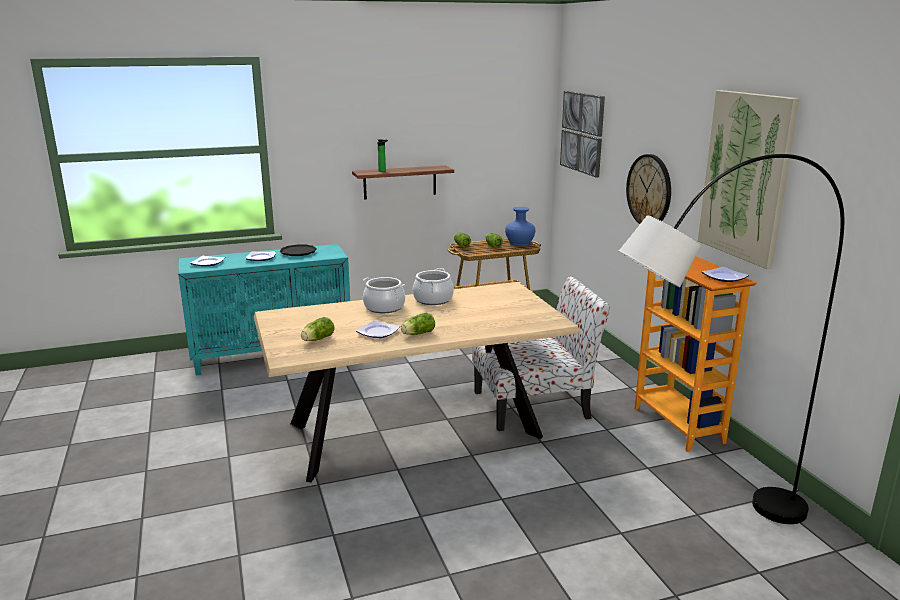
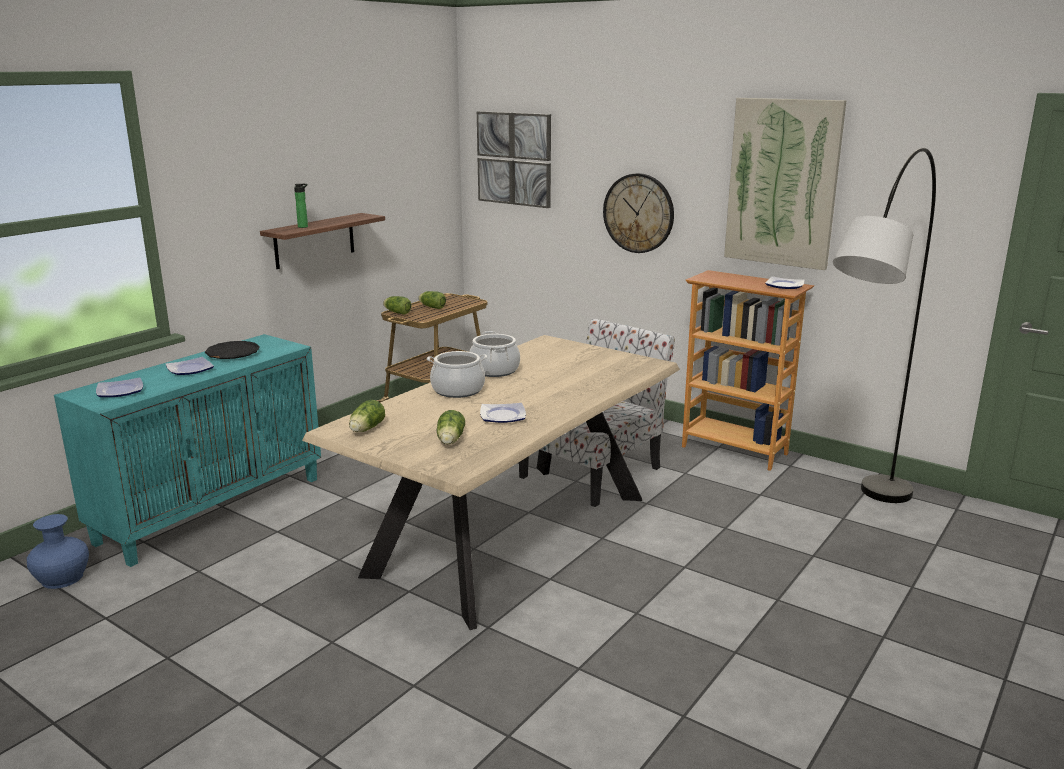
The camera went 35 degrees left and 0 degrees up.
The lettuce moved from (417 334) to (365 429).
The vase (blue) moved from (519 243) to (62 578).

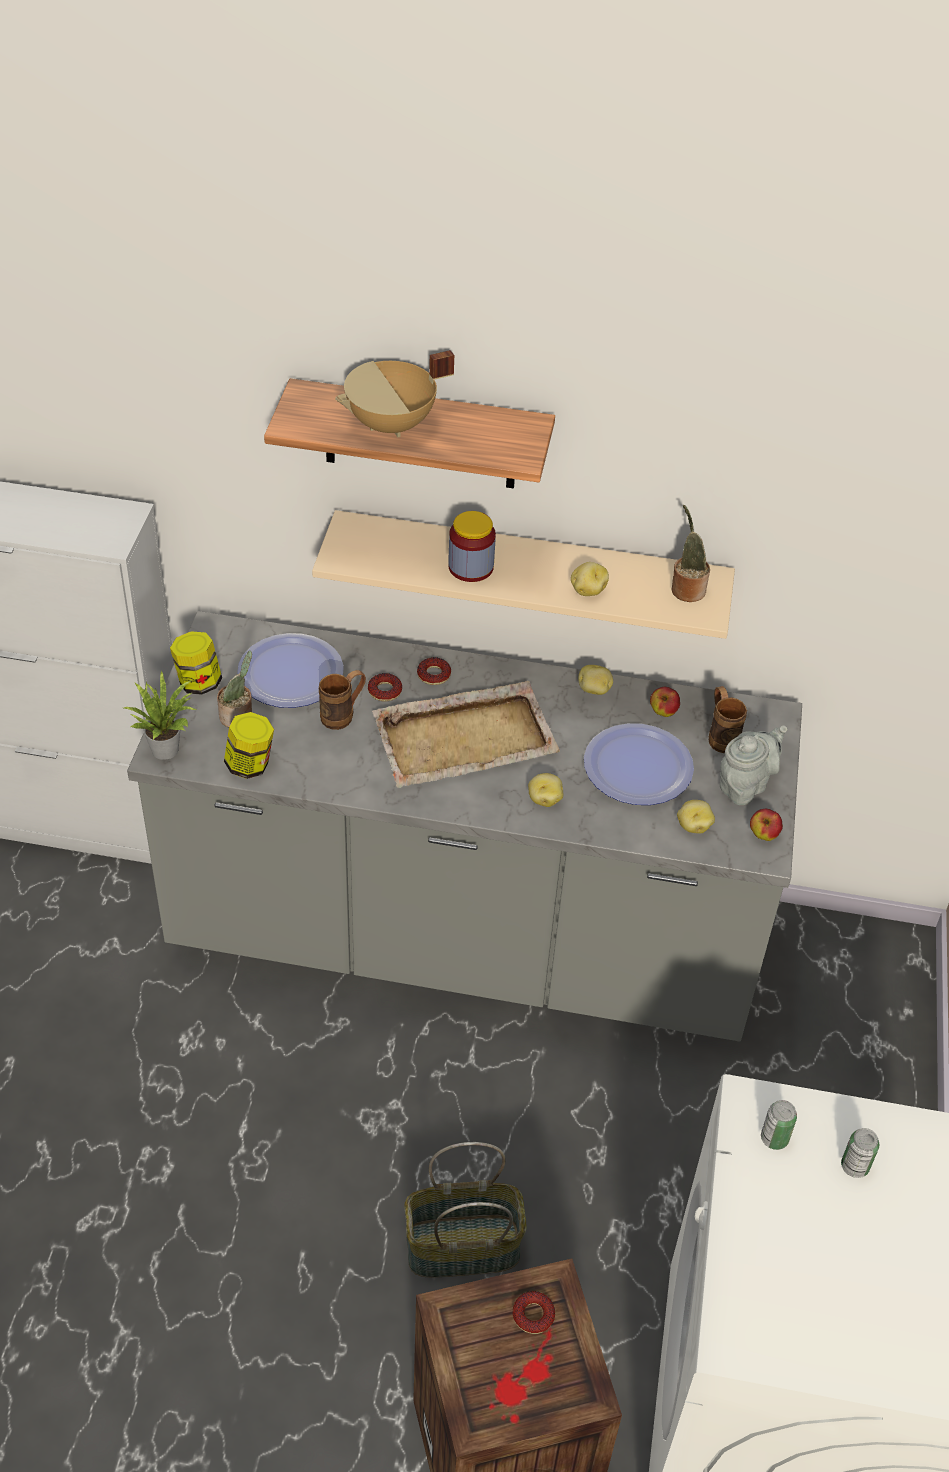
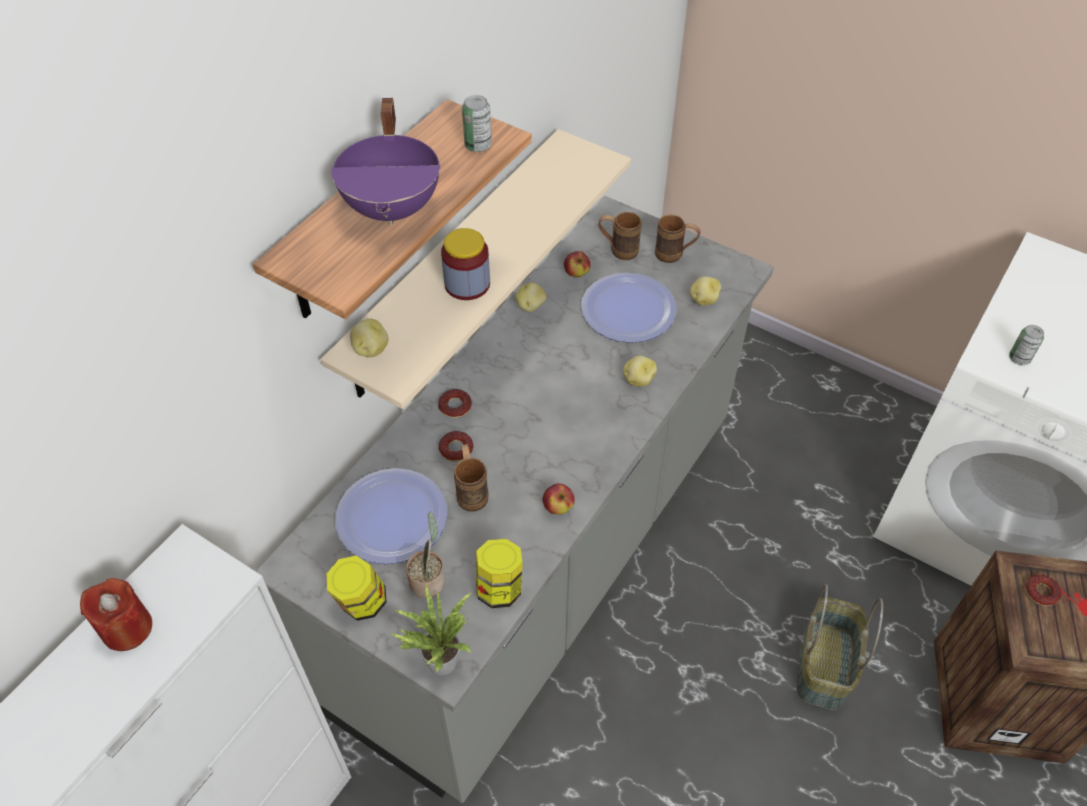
The camera went 65 degrees left and 5 degrees up.
The cooking pot (beige) at (391 426) became the cooking pot (purple) at (394 208).
The tray (beige) at (466 738) disappeared.
The potato moved from (587 590) to (370 349).
The potted plant at (686 589) disappeared.
The teapot (grey) at (745 785) was replaced by the mug (brown) at (674 256).
The apple moved from (763 835) to (558 507).
The can moved from (854 1166) to (478 145).
The candle (red) at (127 628) appeared.

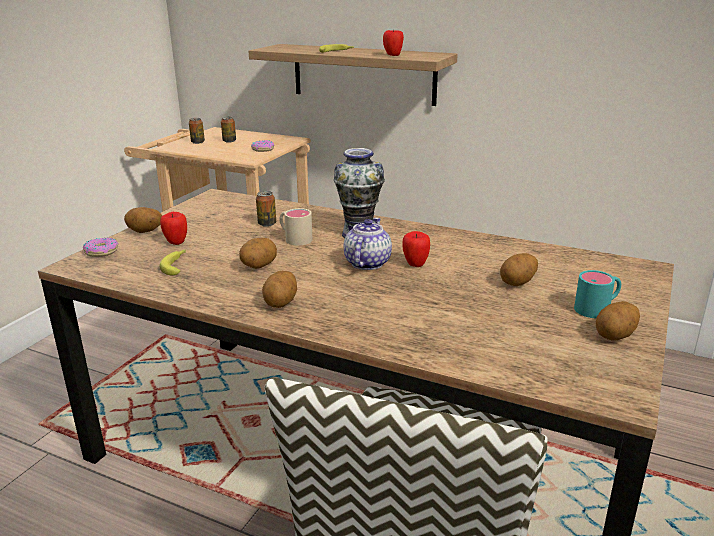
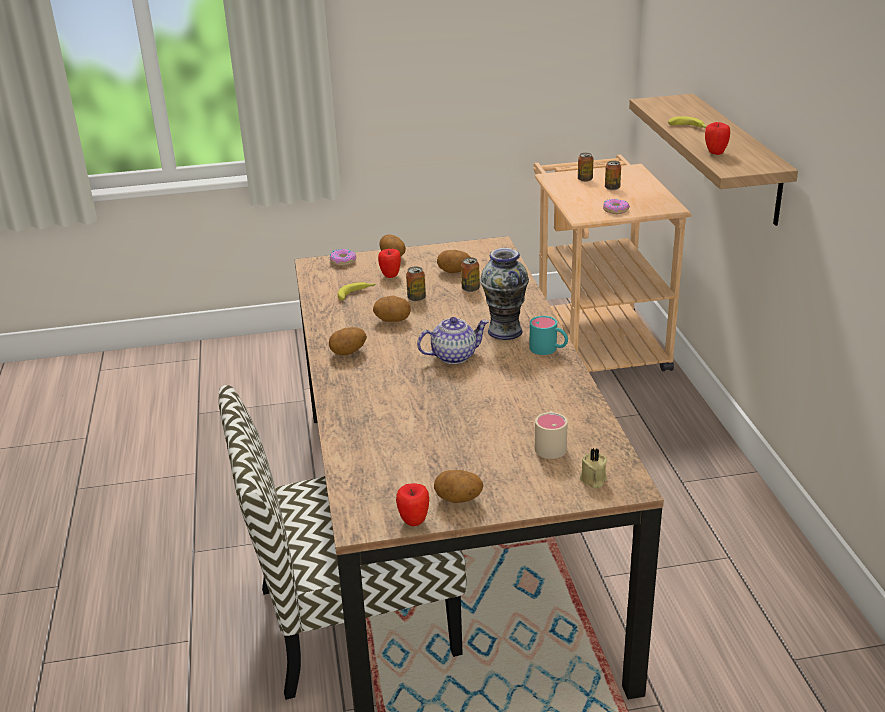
The camera went 55 degrees right and 5 degrees up.
The mug (beige) moved from (294 238) to (550 444).
The apple moved from (415 264) to (414 521).
The potato moved from (518 283) to (454 272).
The mug (turquoise) moved from (598 308) to (549 349).
The can at (416 298) appeared.
The candle (beige) at (593 480) appeared.

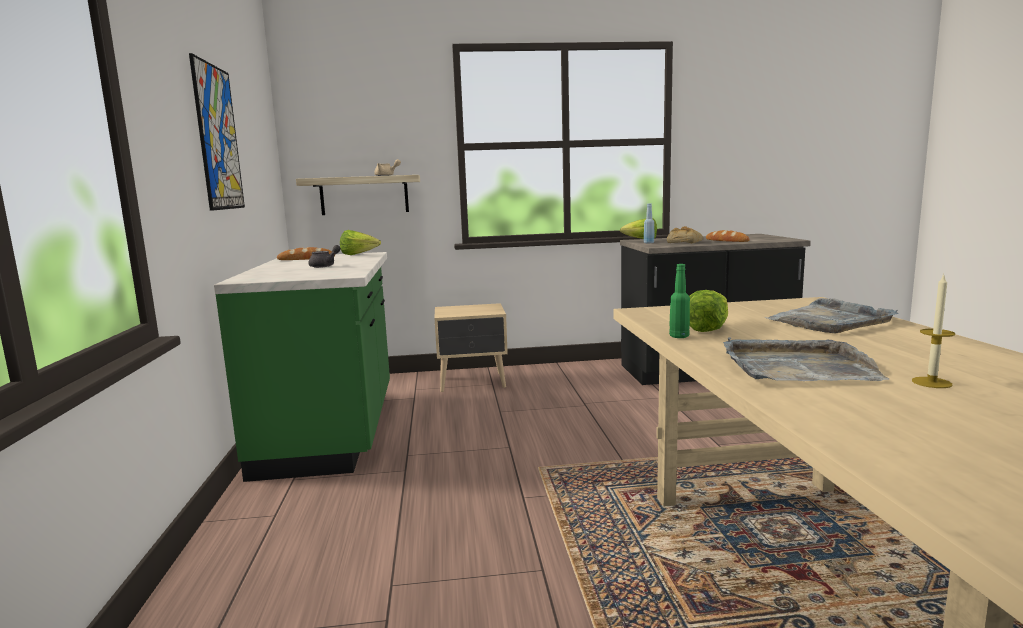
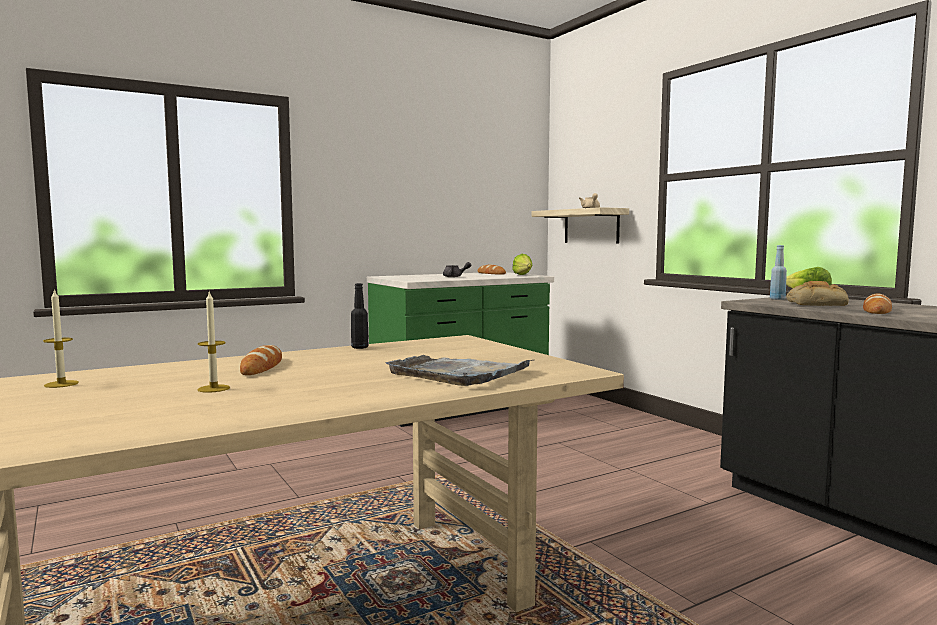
The camera went 65 degrees right and 5 degrees down.
The picture at (218 138) disappeared.
The nightstand (beige) at (473 383) disappeared.
The bottle (green) at (679 336) became the bottle (black) at (360 347).
The lettuce at (707 328) disappeared.
The tray (grey) at (796 367) was replaced by the bread at (262 366).
The candle at (61 384) appeared.

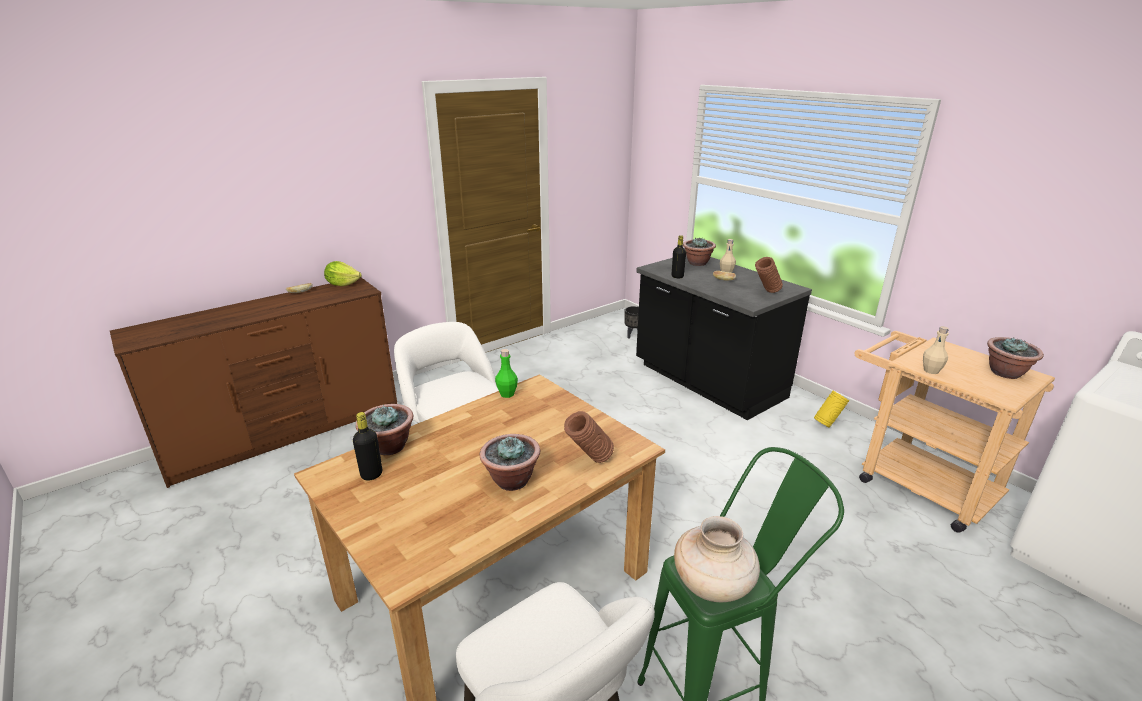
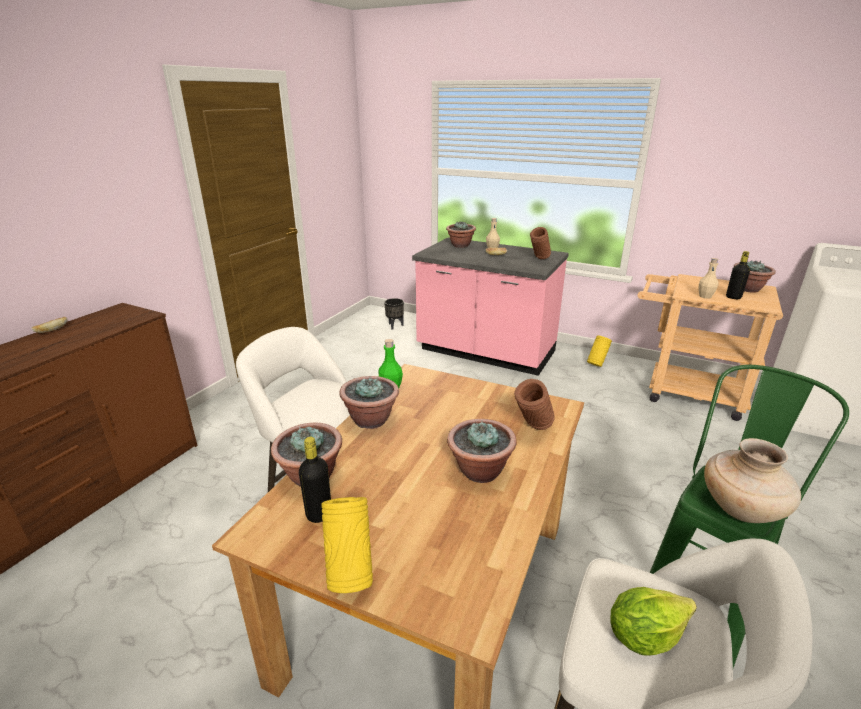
The camera went 25 degrees left and 0 degrees up.
The lettuce moved from (343 284) to (644 635).
The counter (black) at (707 382) became the counter (pink) at (485 352).
The bottle (black) moved from (677 276) to (733 297).
The vase (yellow) at (350 574) appeared.
The potted plant at (371 420) appeared.

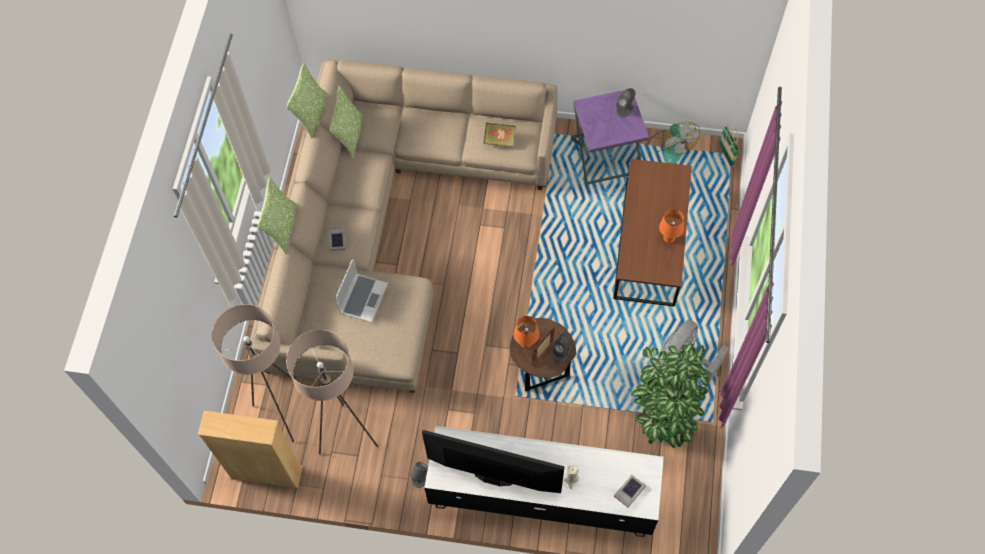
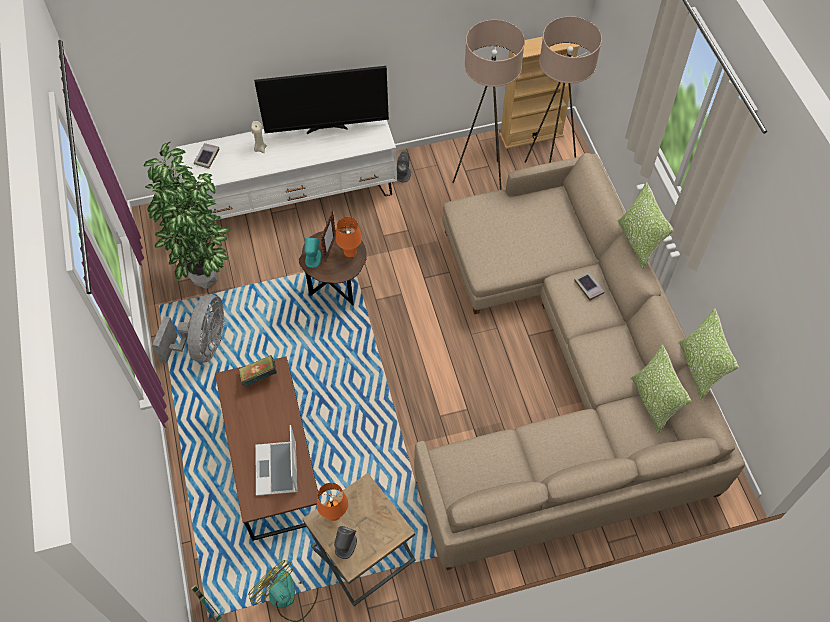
The camera went 155 degrees right and 5 degrees down.
The laptop moved from (363 298) to (277 469).
The book moved from (499 140) to (259 376).
The speaker (grey) at (561 351) became the speaker (turquoise) at (313 258).
The side table (purple) at (606 155) became the side table (brown) at (363 553).
The table lamp (orange) moved from (668 239) to (334 514).

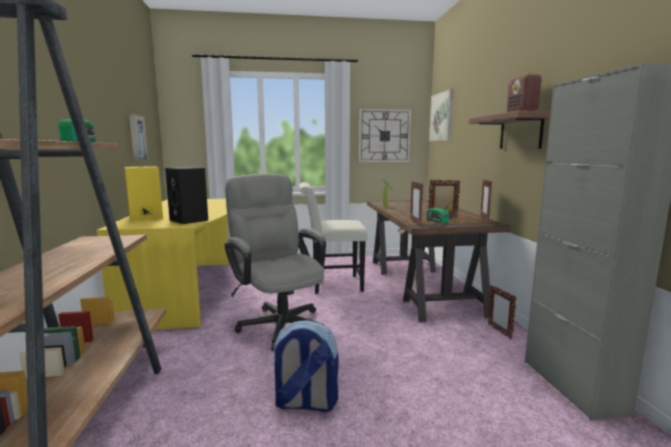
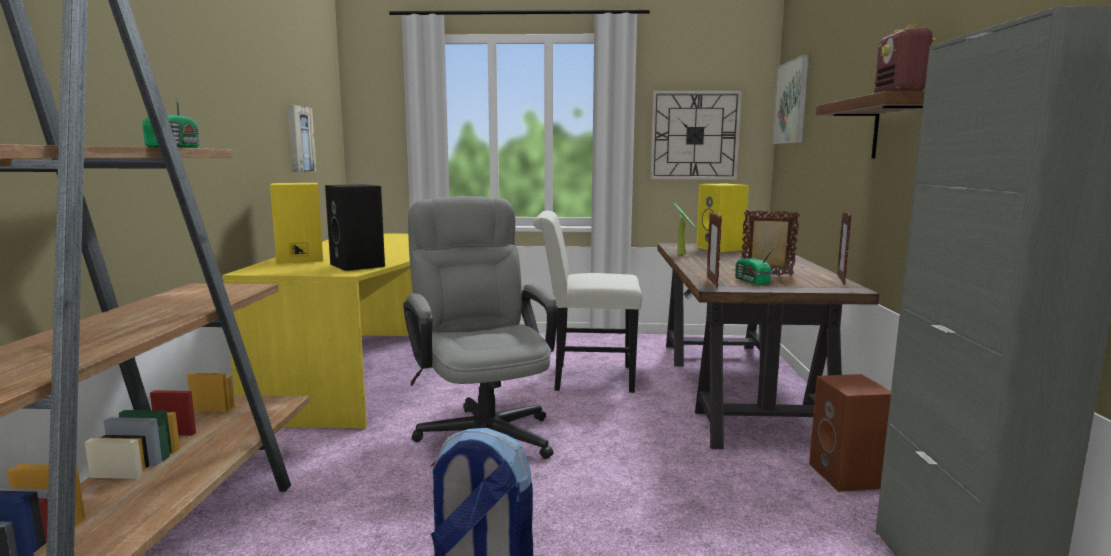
The camera went 10 degrees right and 0 degrees up.
The picture frame at (499 331) was replaced by the speaker (brown) at (848 476).
The speaker (yellow) at (721 248) appeared.

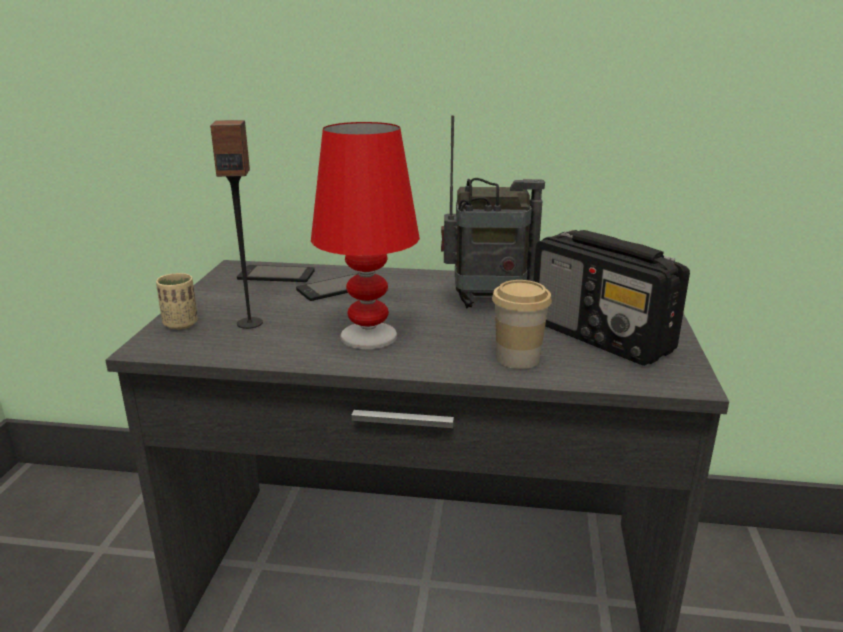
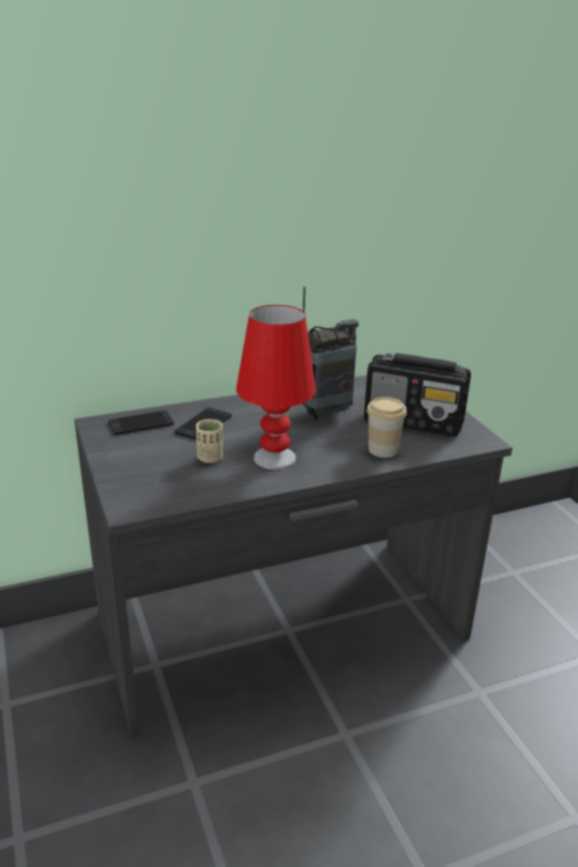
The camera went 30 degrees left and 5 degrees up.
The cup (beige) moved from (181 324) to (210 458).
The speaker at (250 323) disappeared.

